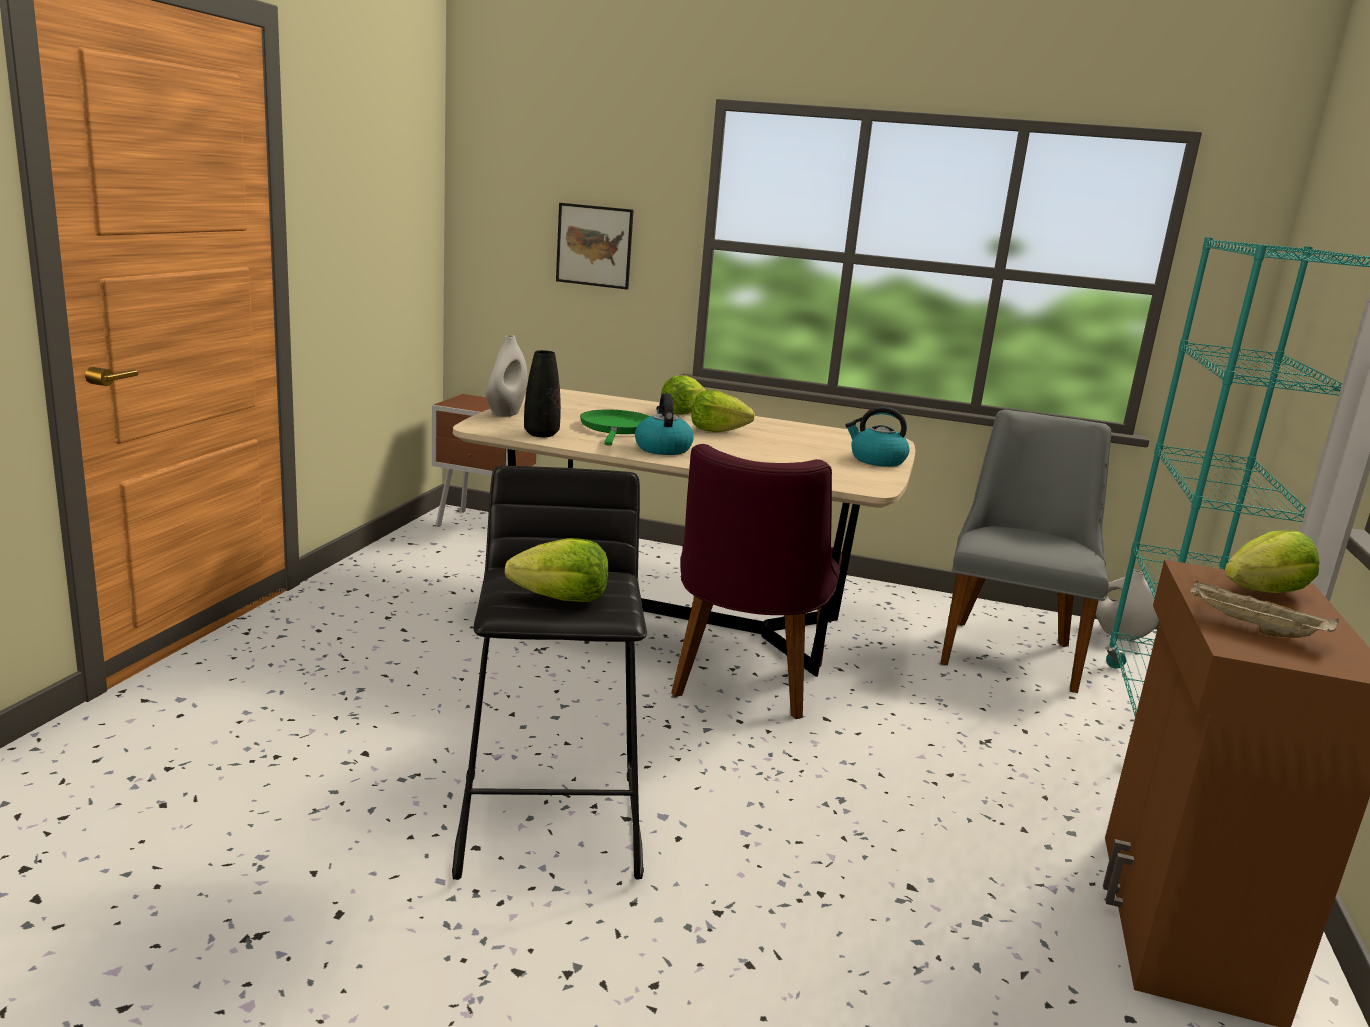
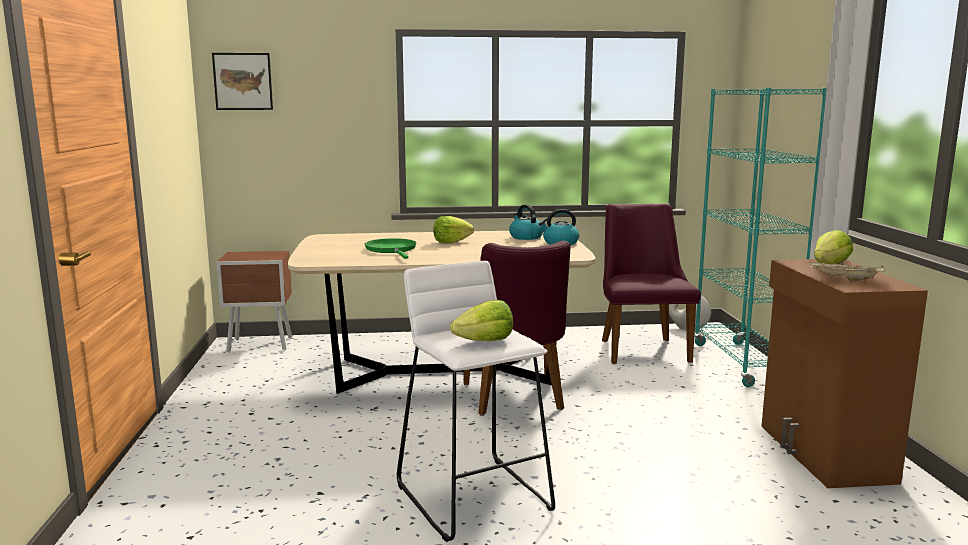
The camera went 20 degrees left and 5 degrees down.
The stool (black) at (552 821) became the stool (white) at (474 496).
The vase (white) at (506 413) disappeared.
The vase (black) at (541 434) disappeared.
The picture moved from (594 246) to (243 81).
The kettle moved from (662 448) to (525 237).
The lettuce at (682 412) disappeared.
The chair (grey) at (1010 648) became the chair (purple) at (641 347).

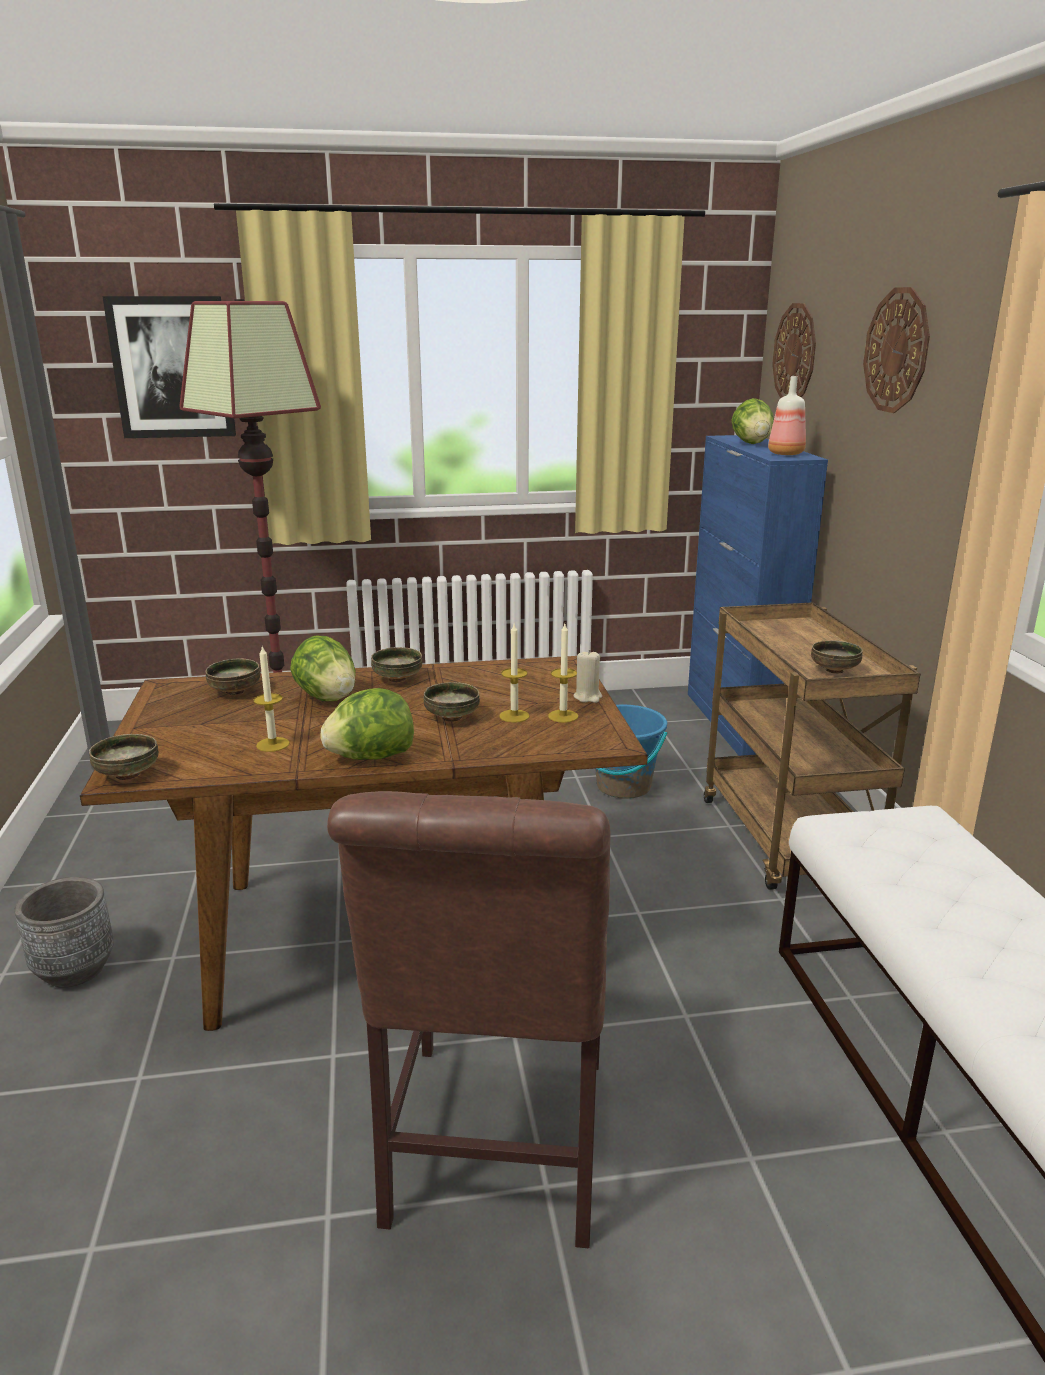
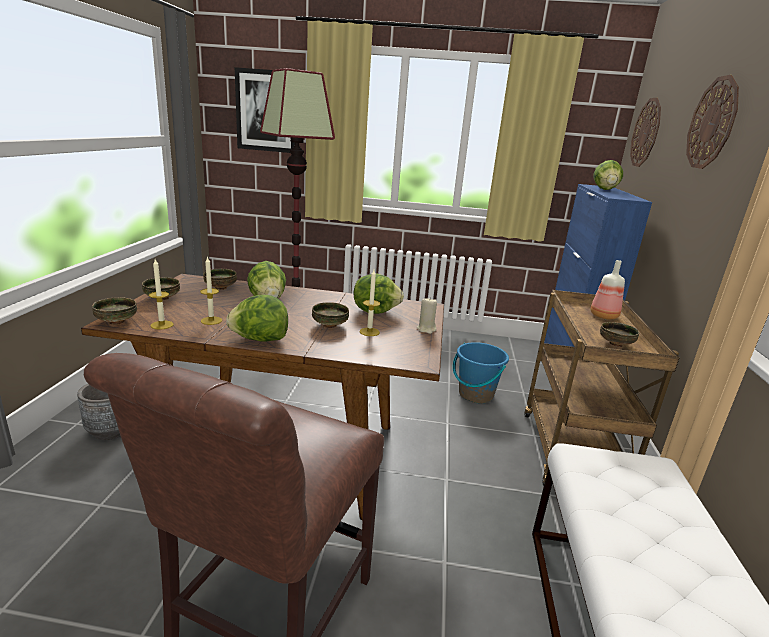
The camera went 15 degrees right and 0 degrees up.
The bowl moved from (397 679) to (162 298).
The candle moved from (563 716) to (162 325).
The bottle moved from (785 454) to (603 316).
The lettuce at (375 311) appeared.

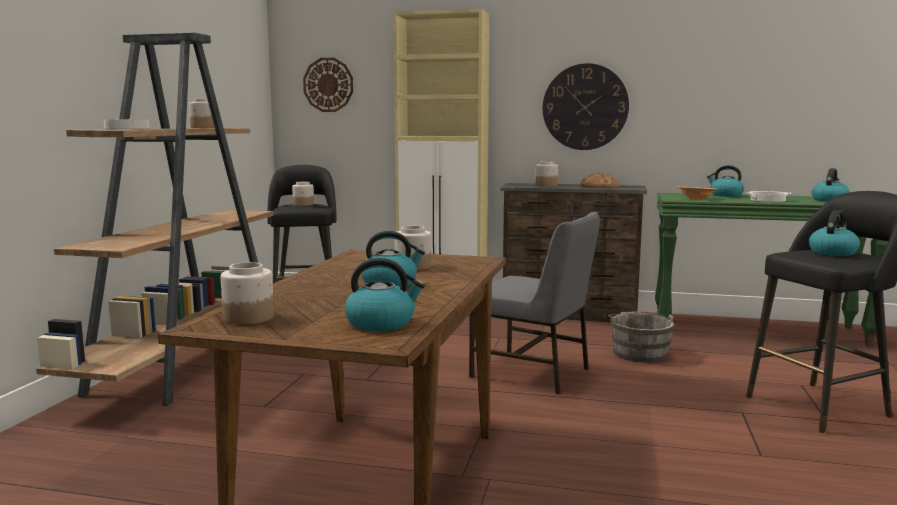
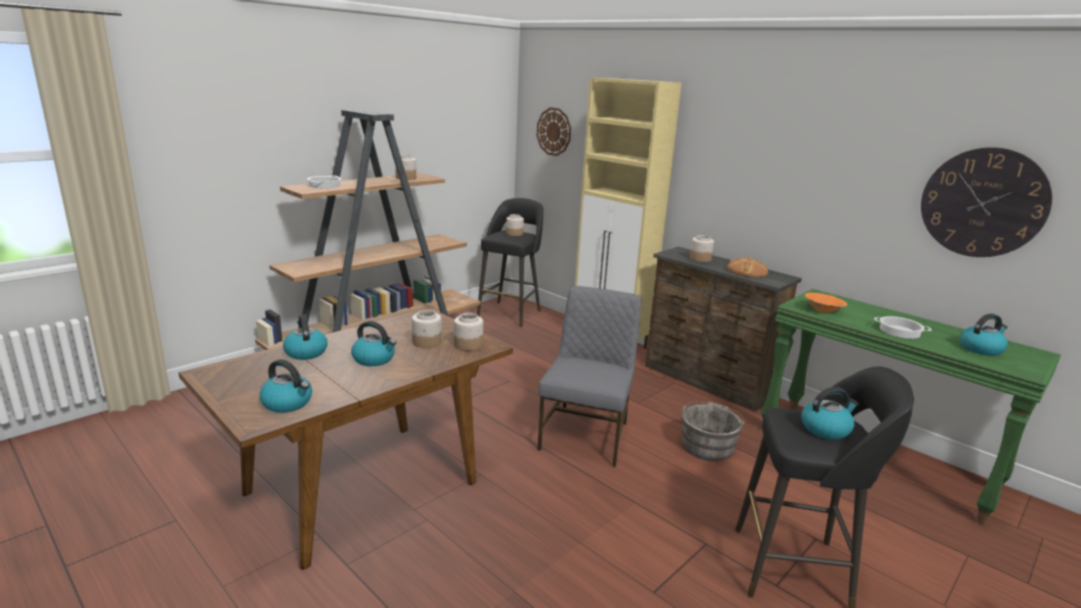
The camera went 30 degrees right and 10 degrees up.
The jar moved from (248 318) to (468 345).
The chair (grey) at (532 373) turned 135 degrees counterclockwise.
The wall clock moved from (585 107) to (983 203).
The kettle moved from (725 195) to (305 352).

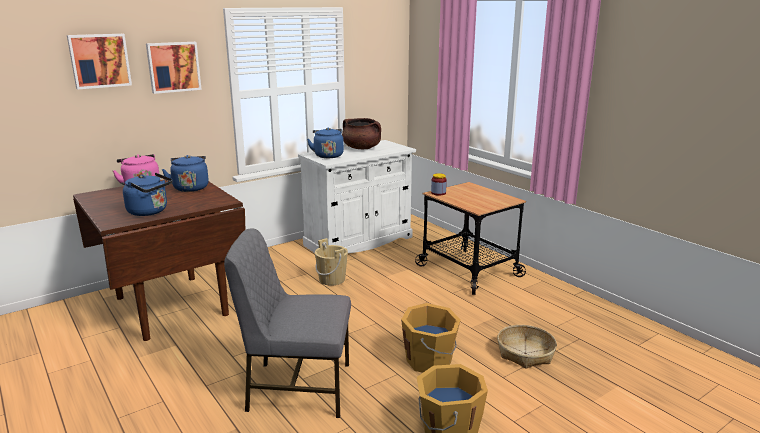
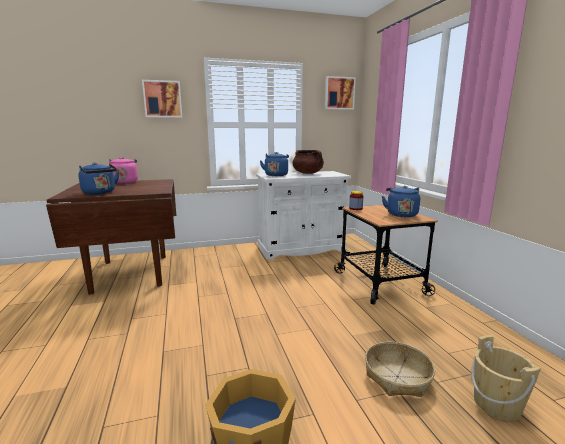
The camera went 20 degrees right and 5 degrees down.
The picture moved from (99 60) to (339 93).
The kettle (blue) moved from (190 187) to (401 214).
The chair (grey) at (297 387) disappeared.
The bucket (beige) moved from (332 279) to (497 404).
The bucket (orange) at (430 361) disappeared.

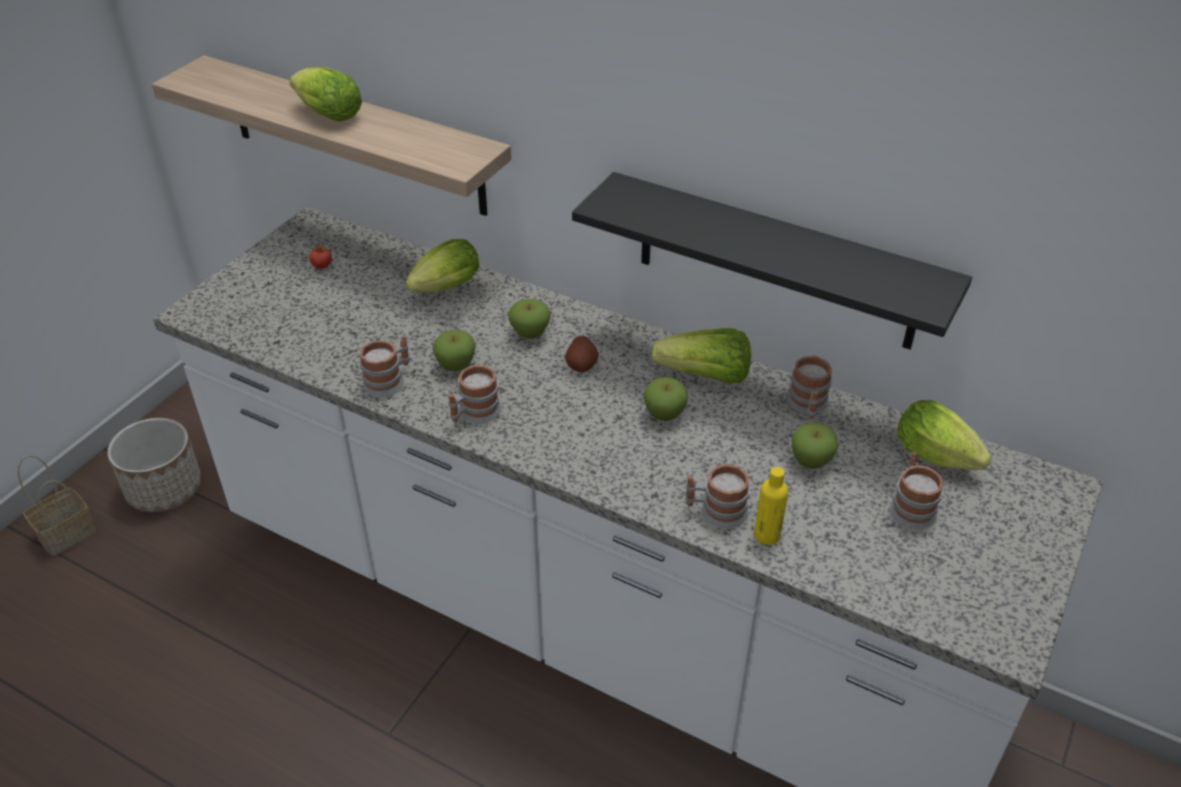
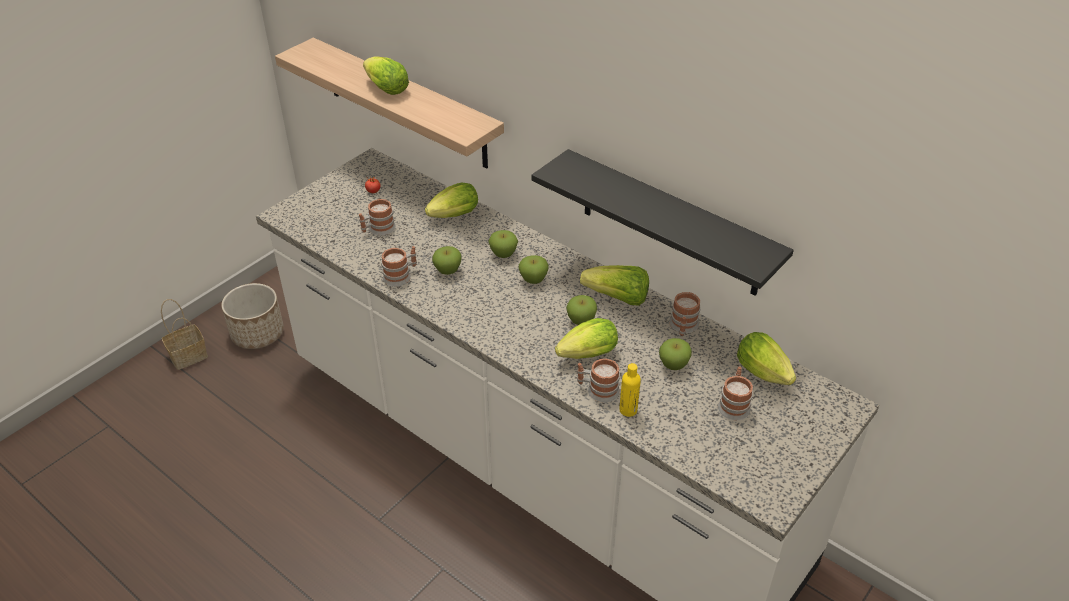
The camera went 10 degrees right and 0 degrees up.
The mug moved from (474 414) to (378 229).
The potato at (582 365) was replaced by the apple at (533 280).
The lettuce at (585 356) appeared.

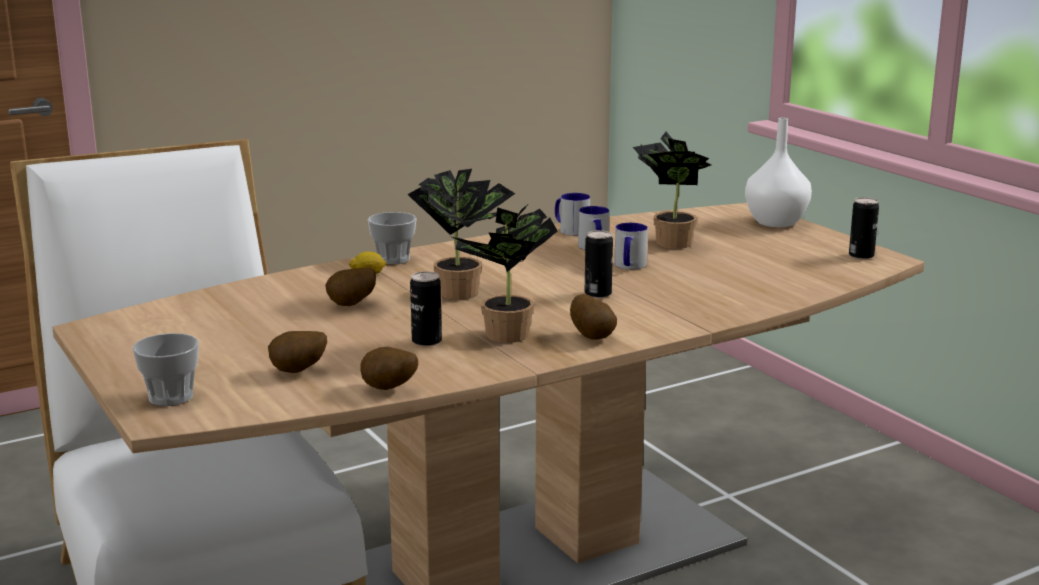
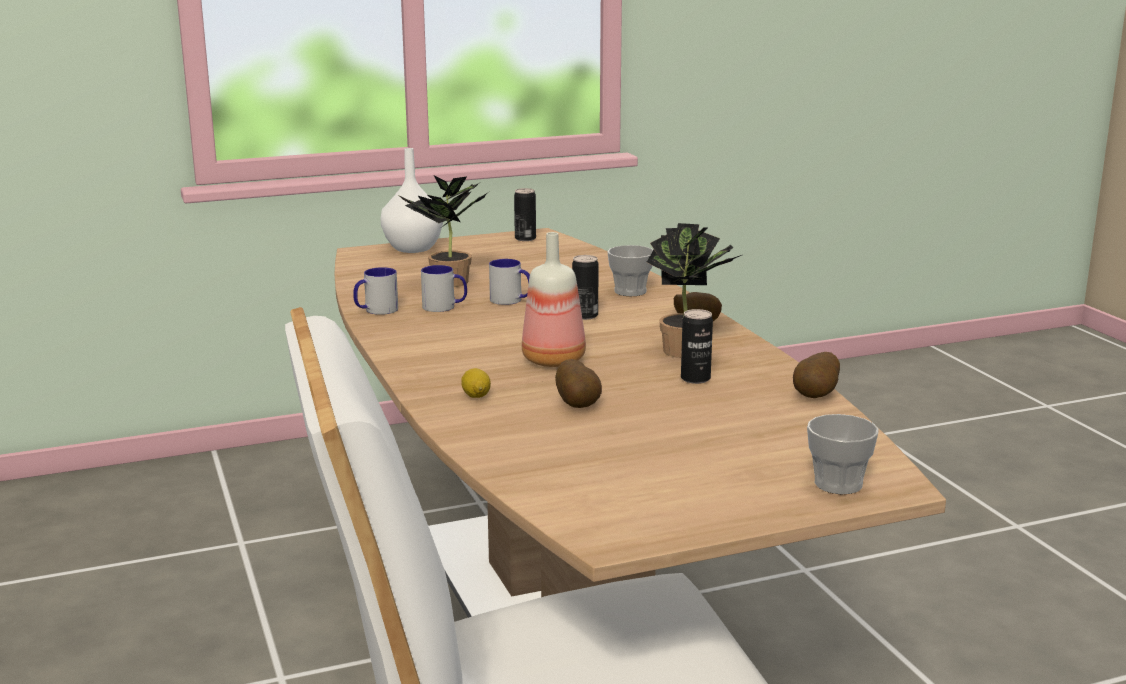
The camera went 80 degrees left and 0 degrees up.
The potato at (298 372) disappeared.
The cup moved from (393 259) to (630 291).
The potted plant at (463 291) was replaced by the bottle at (554 360).

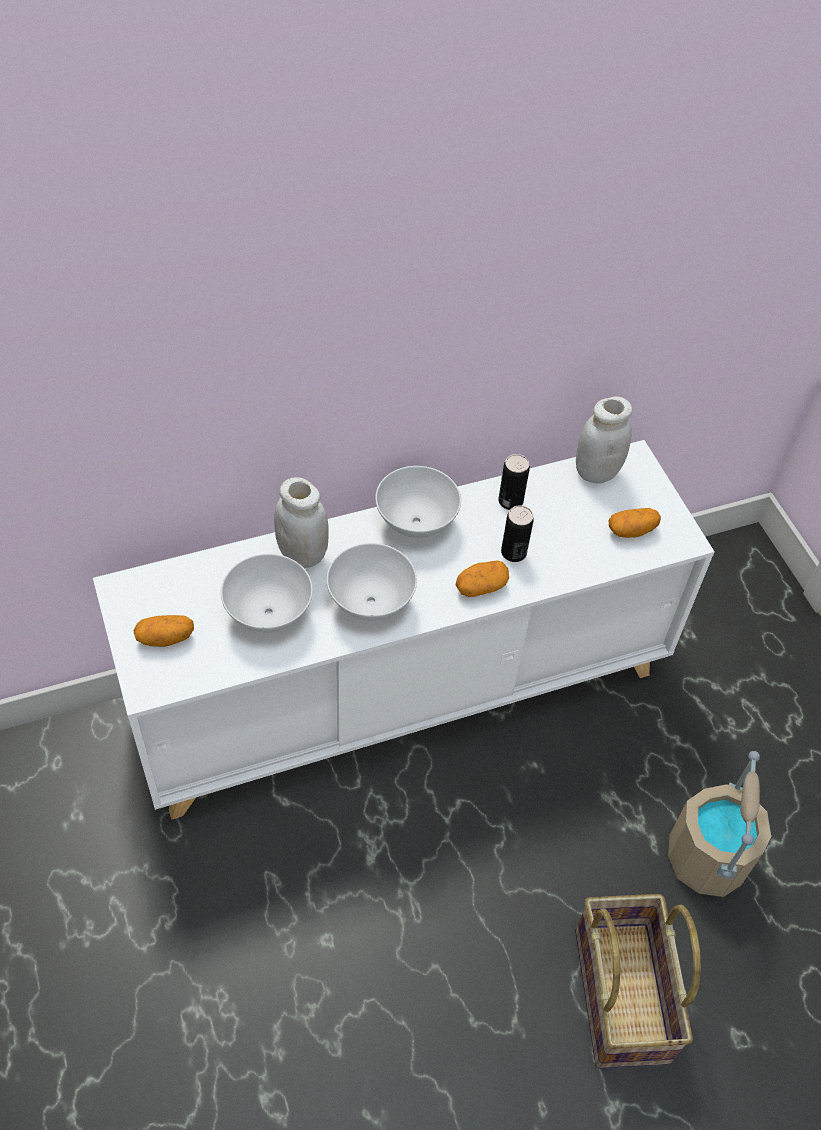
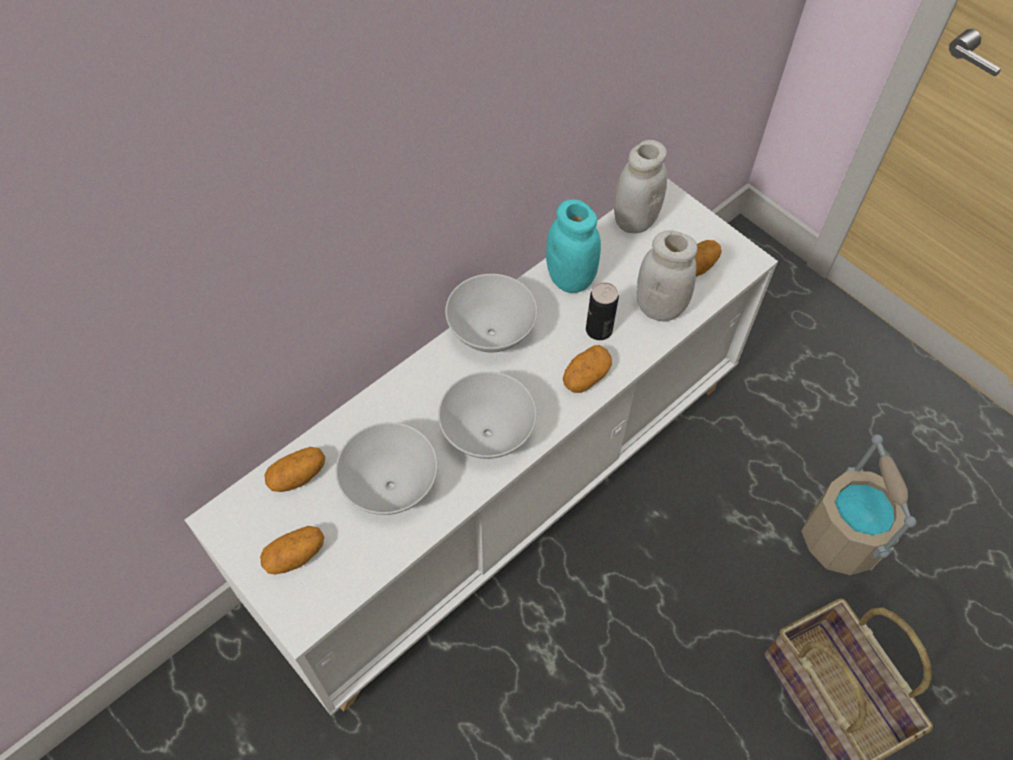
The camera went 20 degrees left and 5 degrees up.
The jar (white) moved from (302 554) to (659 307).
The can at (510 501) was replaced by the jar (turquoise) at (570 279).
The potato at (298 476) appeared.

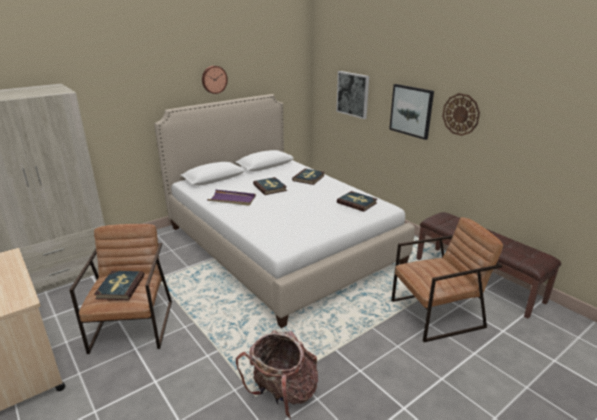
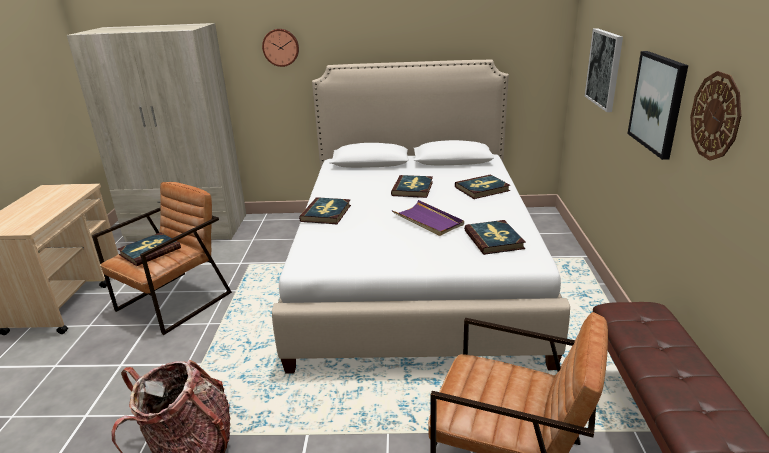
The camera went 40 degrees right and 0 degrees up.
The wall clock moved from (214 79) to (281 47).
The tray (purple) moved from (232 199) to (428 220).
The book at (326 213) appeared.

